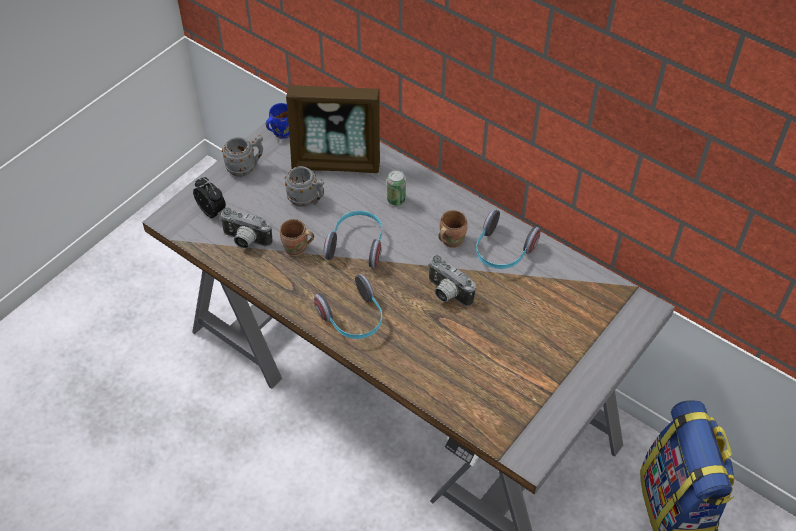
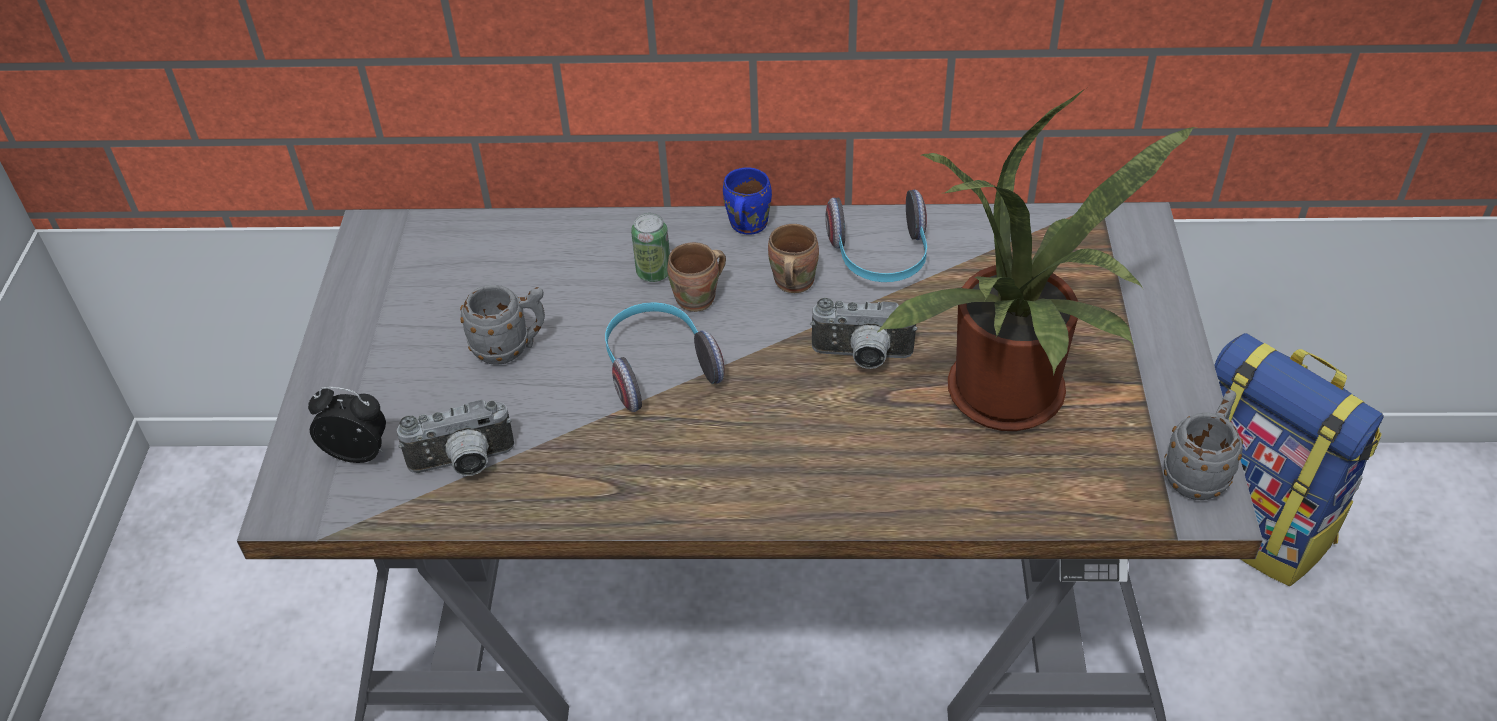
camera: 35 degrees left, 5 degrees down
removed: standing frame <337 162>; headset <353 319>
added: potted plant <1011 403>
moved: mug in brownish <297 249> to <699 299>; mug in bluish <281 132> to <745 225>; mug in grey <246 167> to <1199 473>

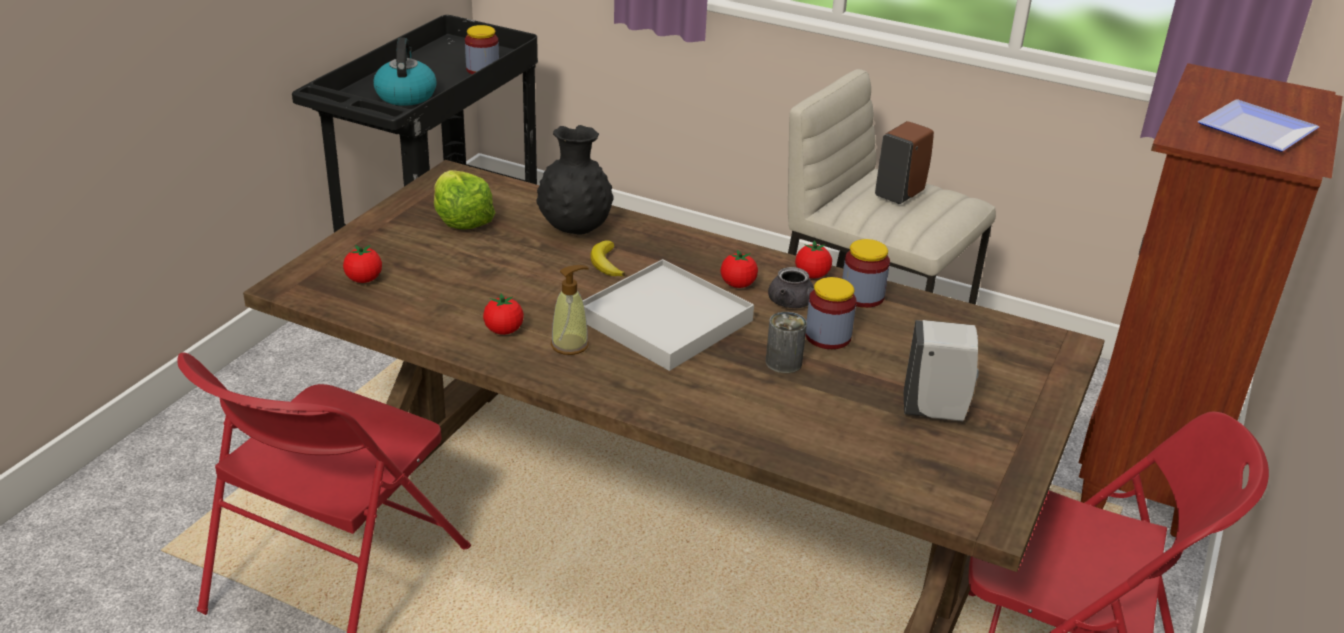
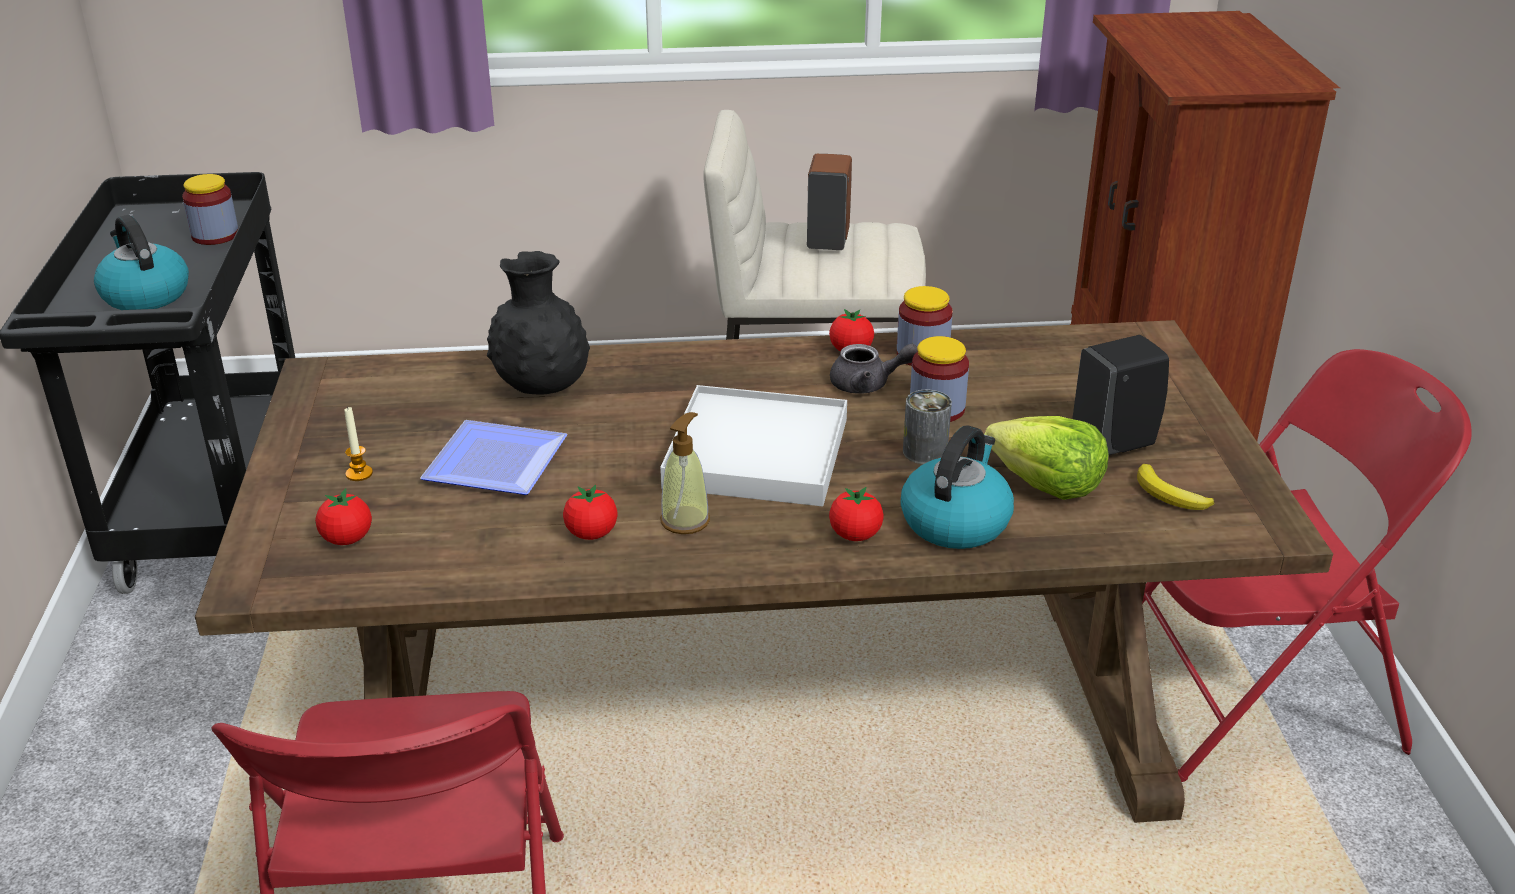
camera: 30 degrees left, 0 degrees up
added: wax candle <359 474>; water kettle <955 521>
moved: flat dish <1254 128> to <494 460>; tomato <738 284> to <855 535>; lettuce <461 219> to <1046 484>; whole banana <606 263> to <1169 495>
recoloured: soap dispenser in whitish <936 411> to soap dispenser in black <1115 444>

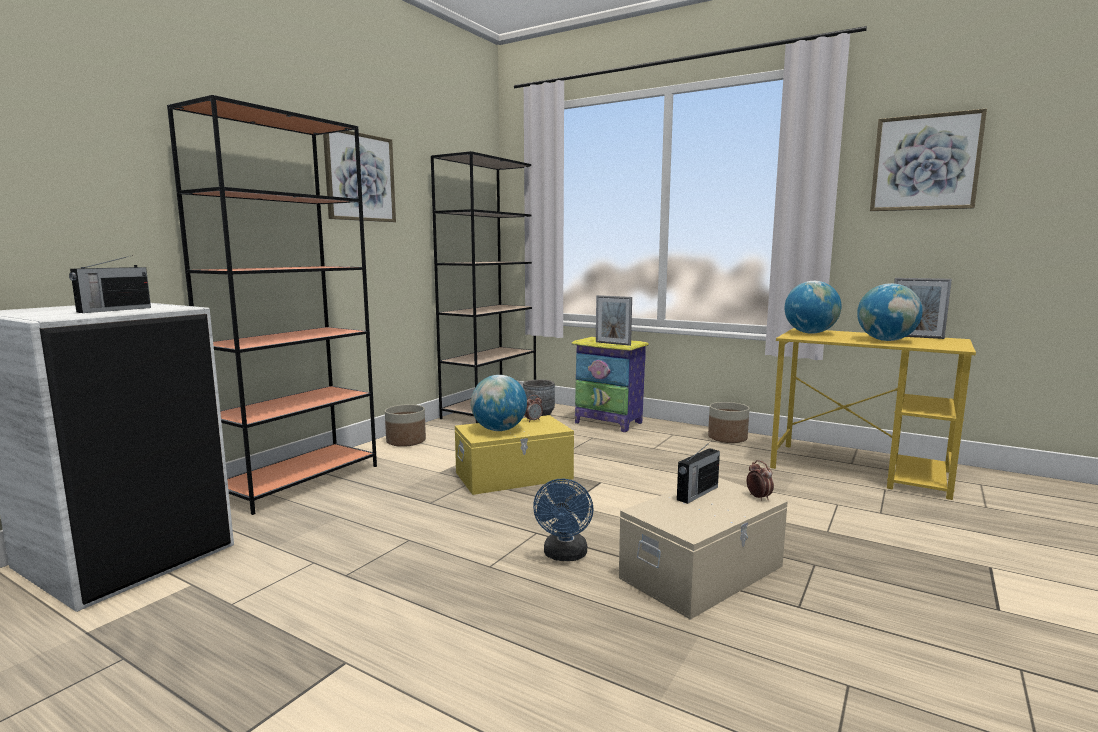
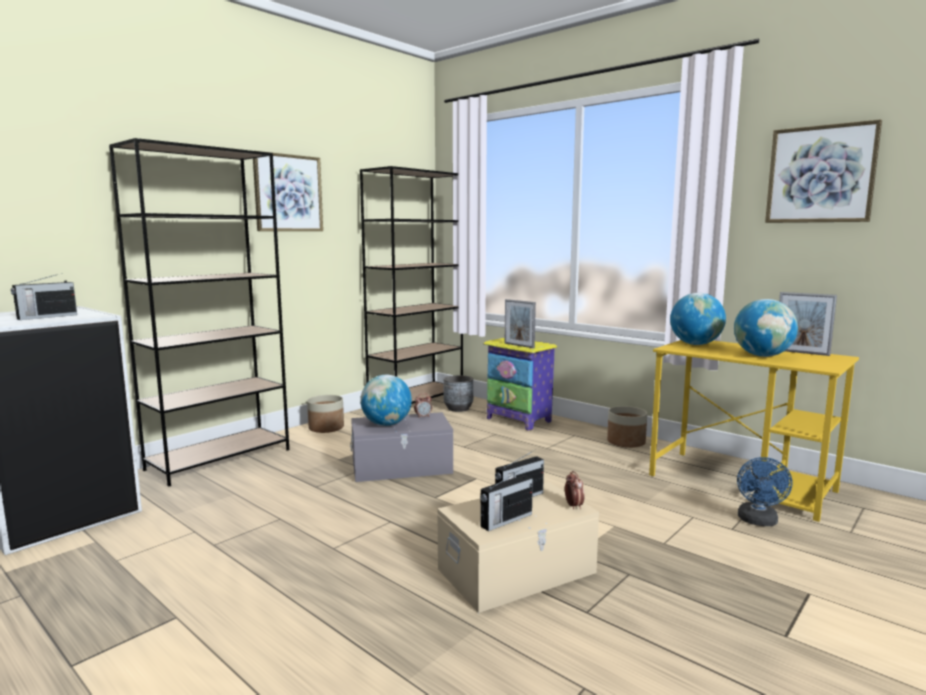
camera: 10 degrees right, 0 degrees up
added: radio receiver <505 520>
moved: fan in bluish <564 556> to <758 522>
recoloured: bookcase in orangey <299 481> to bookcase in beige-coloured <219 459>; storage bin in yellow-coloured <514 476> to storage bin in grey <402 467>

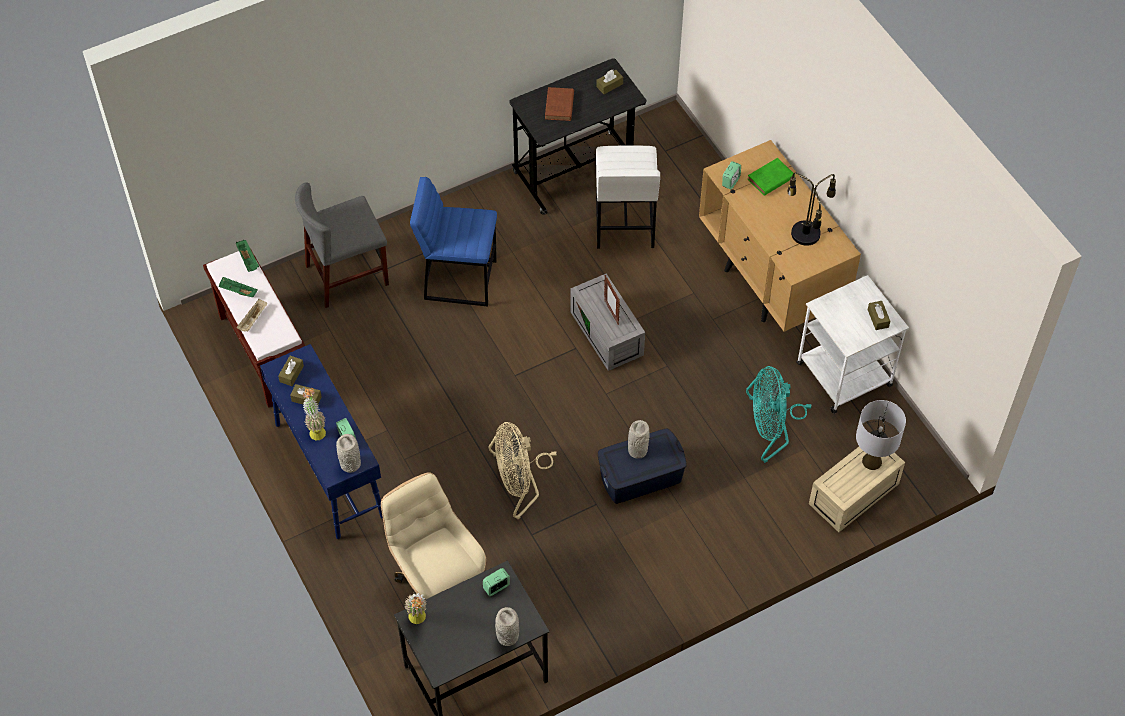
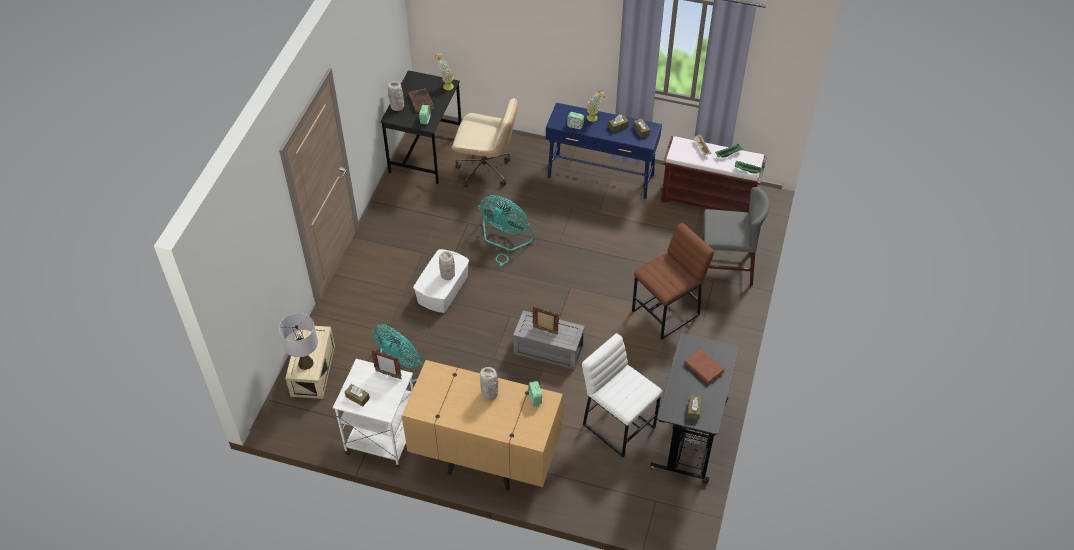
camera: 135 degrees right, 5 degrees down
removed: bound book in green-coloured <769 179>; lamp for a table <806 233>
added: standing frame <388 375>; bound book in brownish <420 101>
moved: decorative vase in grey <350 464> to <490 393>
recoloured: storage bin in bluish <641 477> to storage bin in whitish <442 289>; fan in beige-coloured <520 479> to fan in turquoise <503 241>; upright chair in bluish <458 279> to upright chair in brownish <667 312>
turned: upright chair in grey <347 275> = <726 266> 75 degrees clockwise

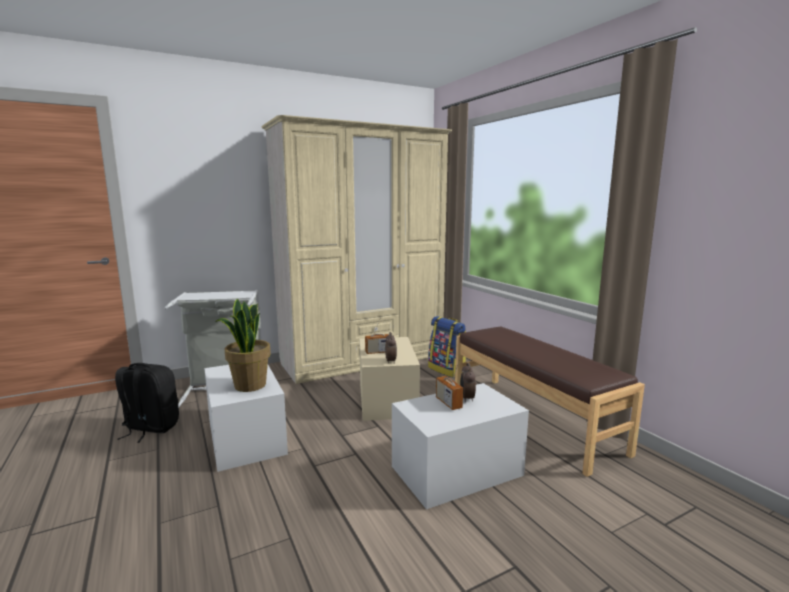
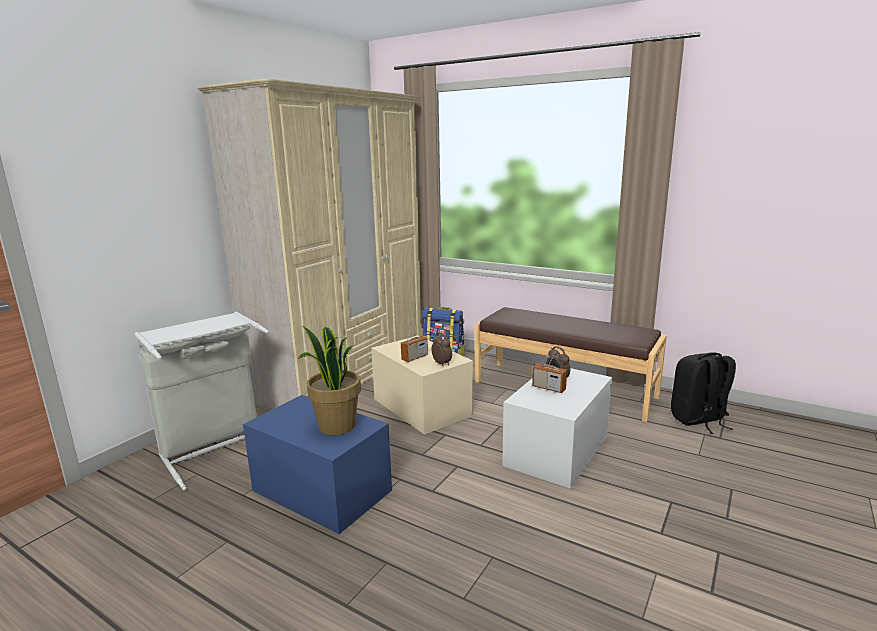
camera: 30 degrees left, 5 degrees up
moved: knapsack in black <150 428> to <699 420>
recoloured: storage bin in whitish <246 437> to storage bin in bluish <321 490>

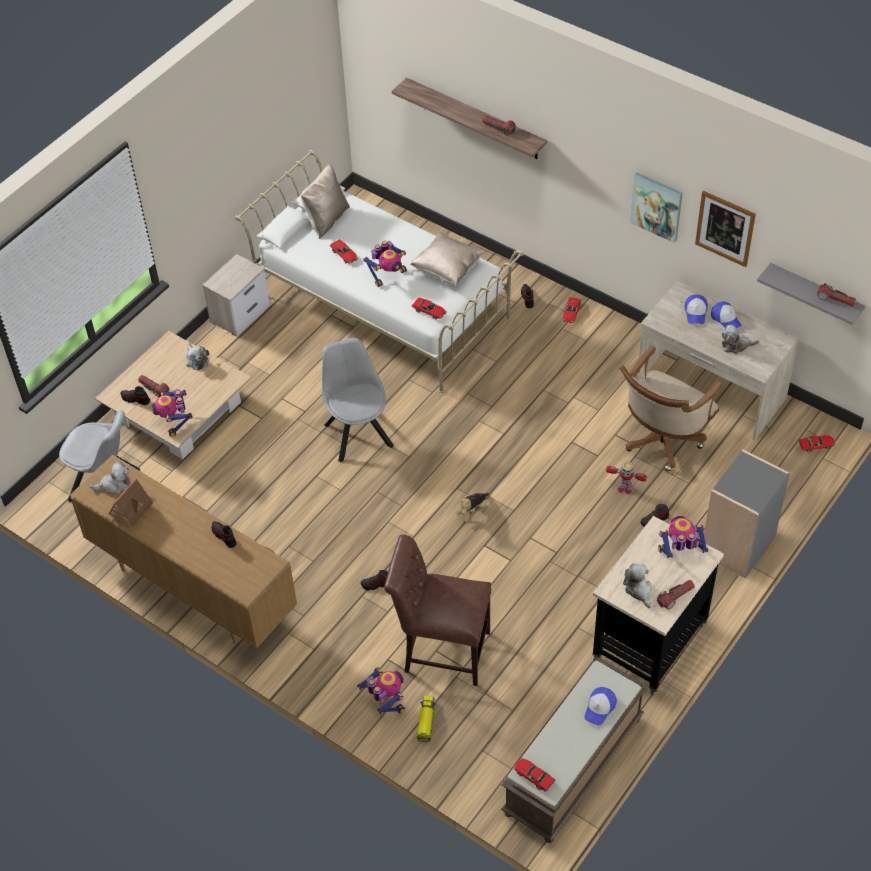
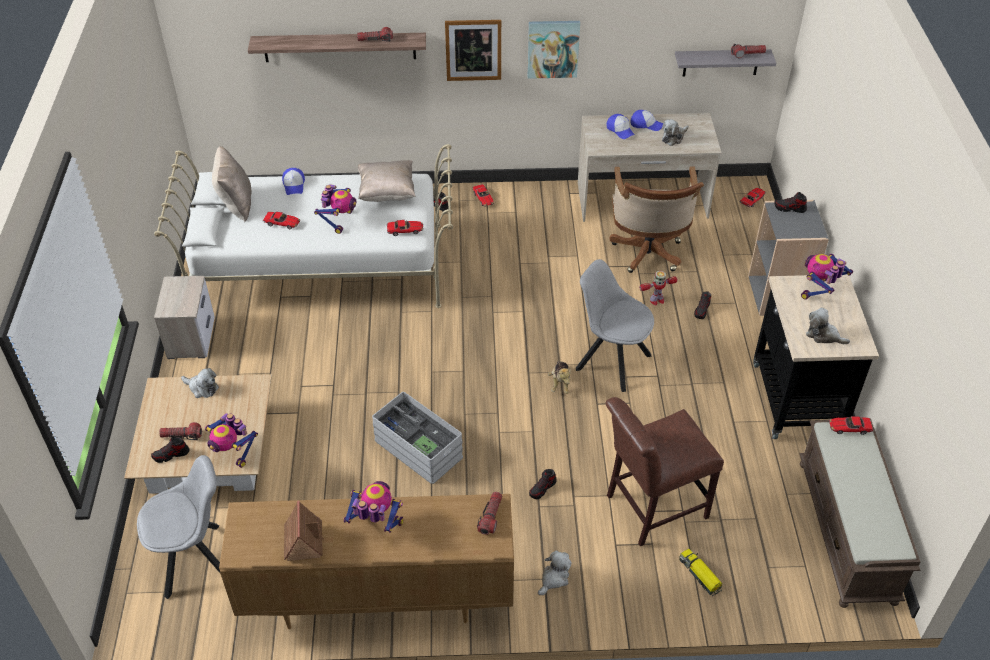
camera: 40 degrees left, 5 degrees down
added: storage bin in grey <417 448>
moved: cap <600 708> to <294 185>; model robot <385 701> to <376 524>; wall picture <725 228> to <473 50>; hand torch <675 597> to <491 517>; plush toy <114 484> to <554 578>; upright chair in grey <358 433> to <611 361>; low shoe <224 536> to <789 208>; model car <533 776> to <849 428>

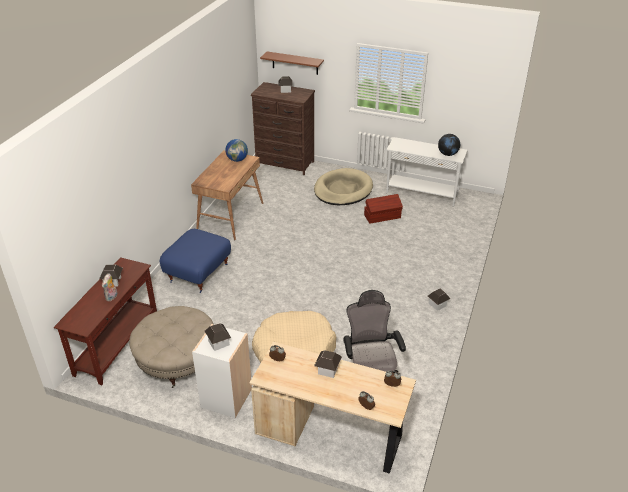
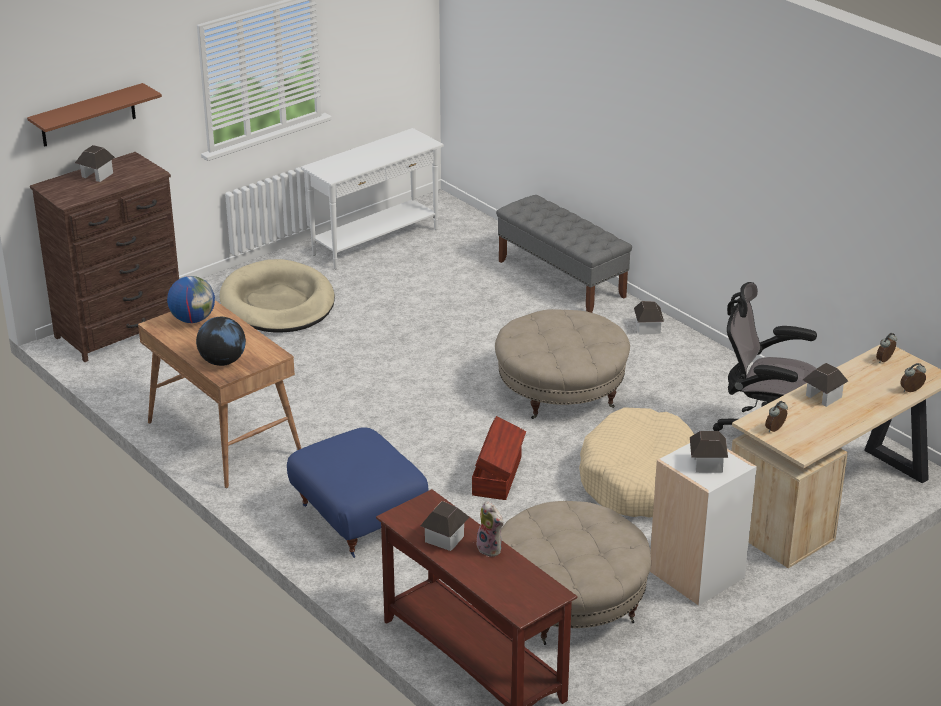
camera: 60 degrees left, 5 degrees down
added: footrest in beige-coloured <561 391>; indoor bench in grey <561 279>
moved: world globe <448 154> to <223 361>; storage bin in brownish <383 216> to <498 476>

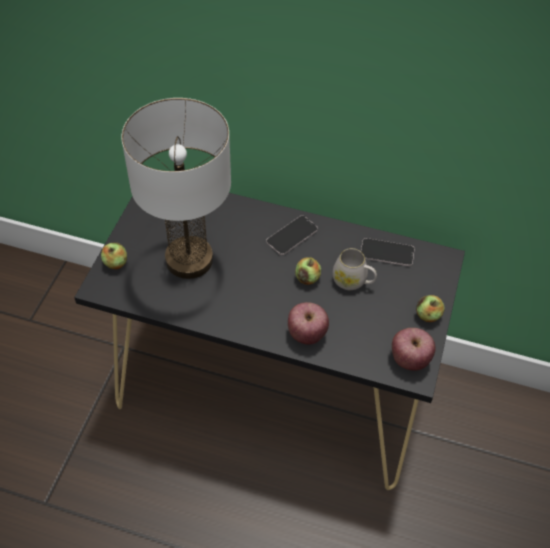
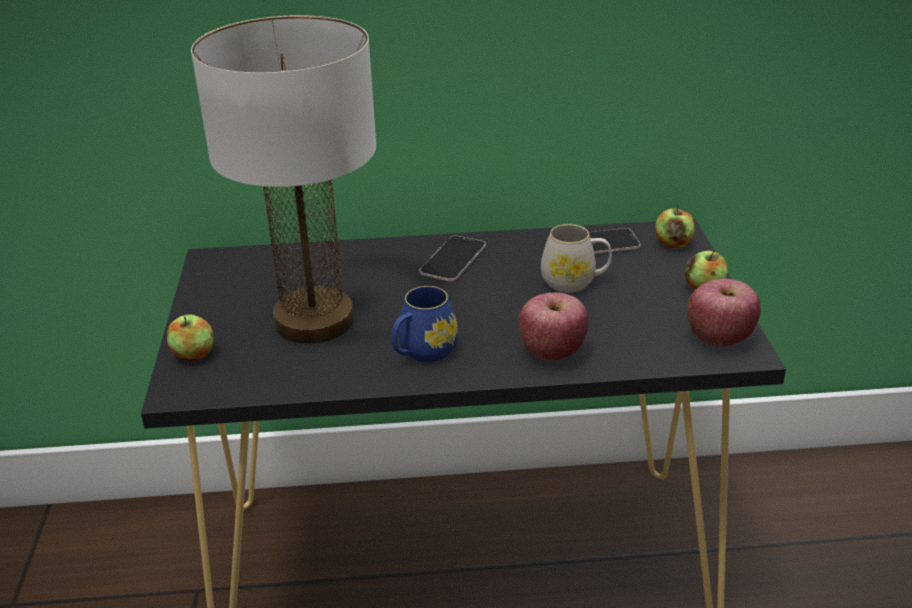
camera: 20 degrees left, 20 degrees down
added: mug in bluish <422 352>
moved: apple <307 278> to <673 244>

